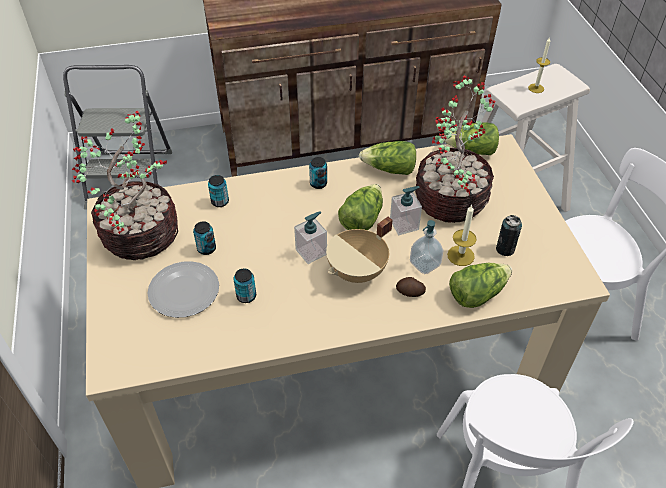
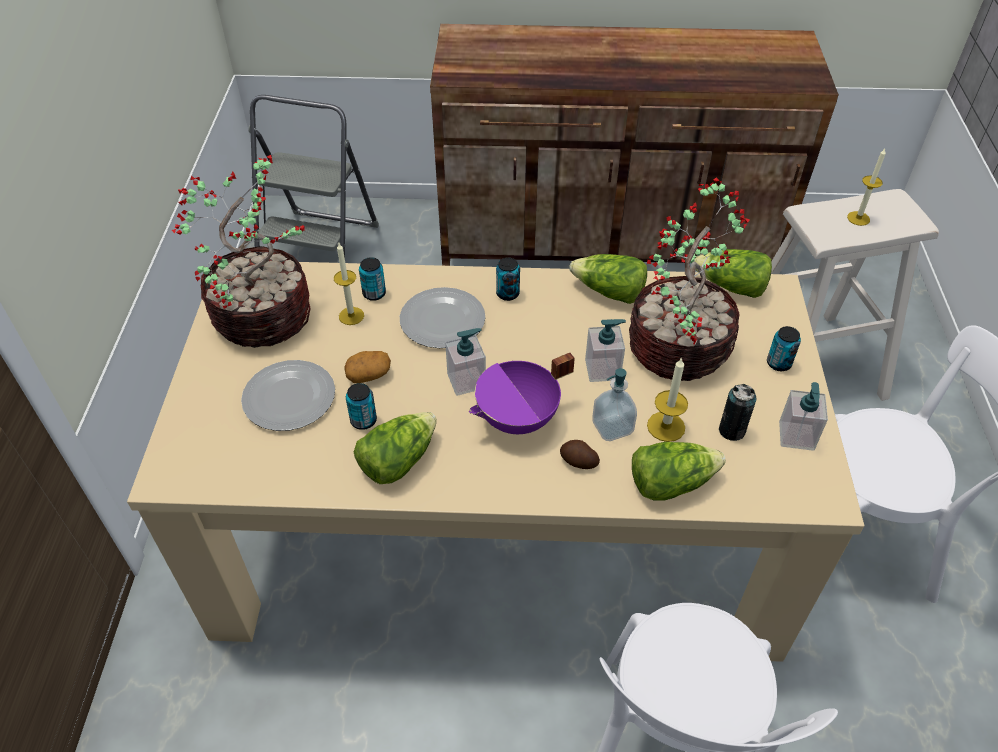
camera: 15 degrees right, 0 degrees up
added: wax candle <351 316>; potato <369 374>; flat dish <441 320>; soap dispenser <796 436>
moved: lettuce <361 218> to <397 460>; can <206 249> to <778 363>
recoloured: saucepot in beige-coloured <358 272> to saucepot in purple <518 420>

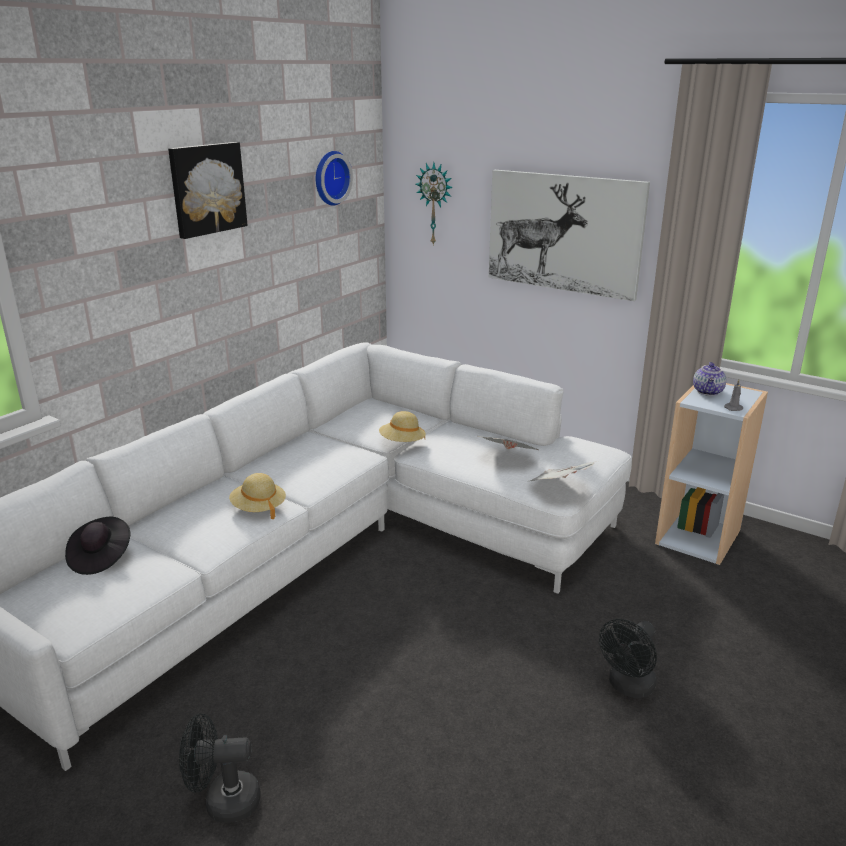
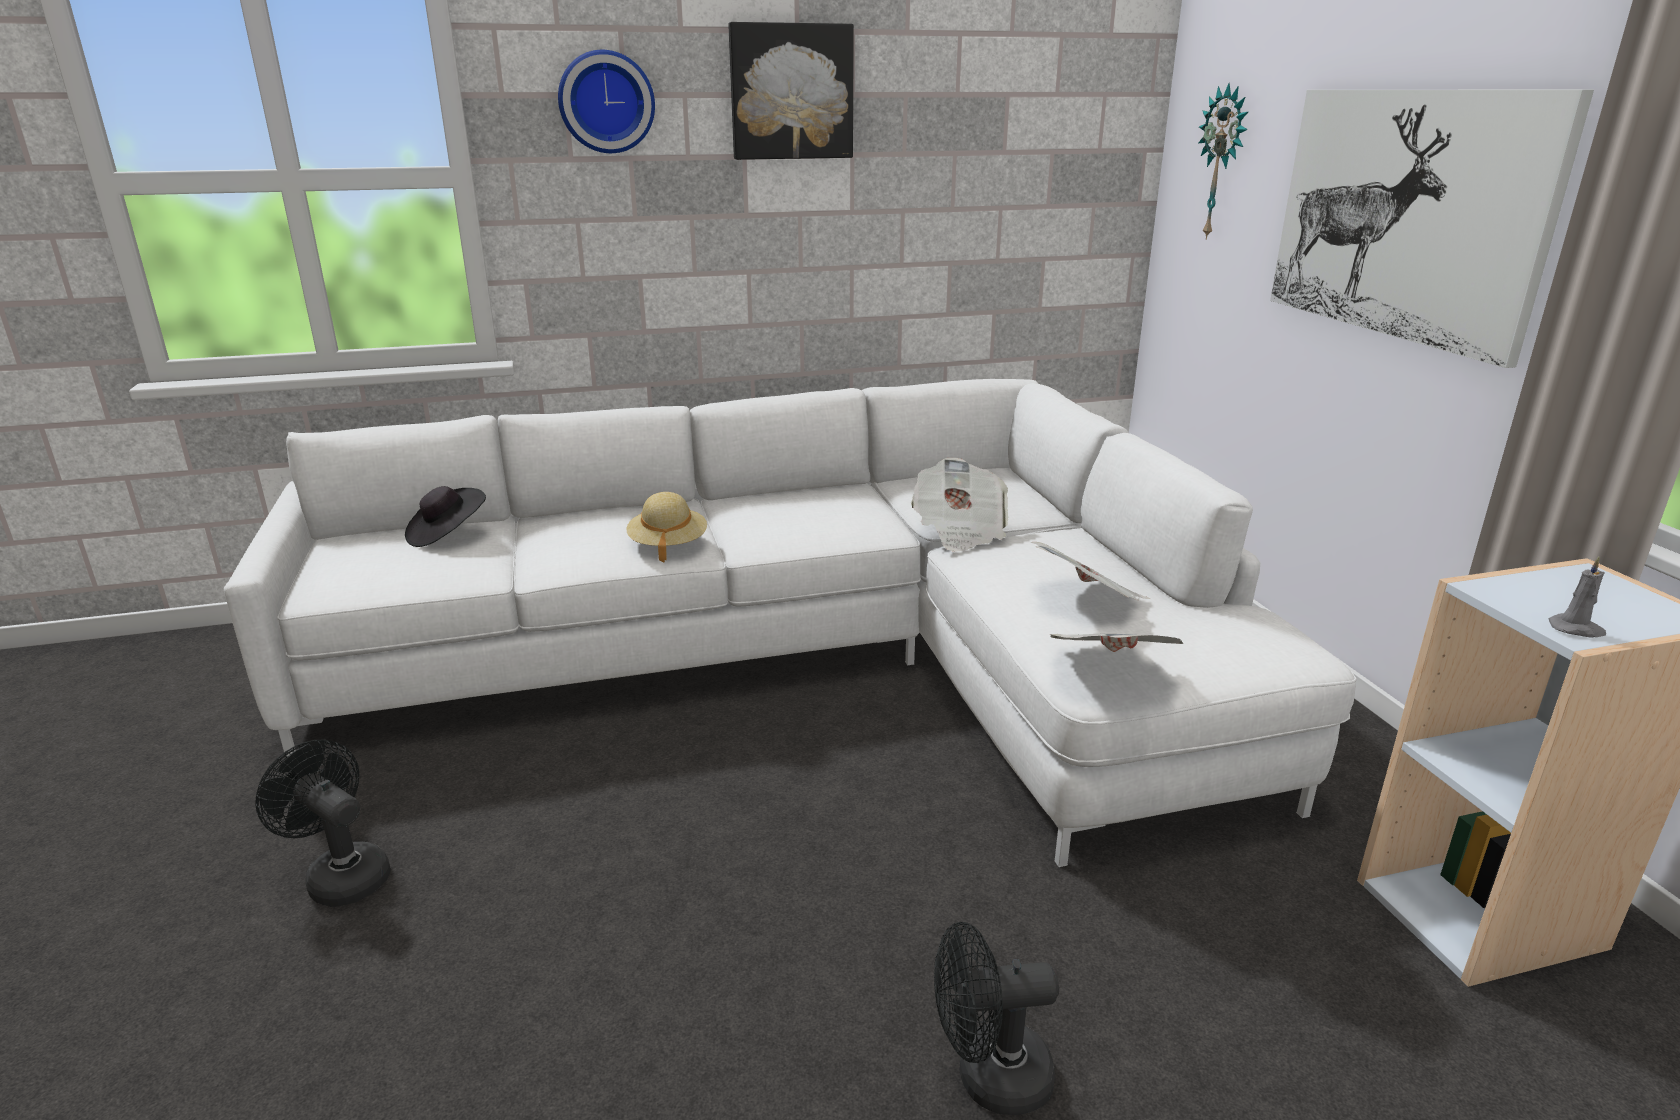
camera: 40 degrees right, 0 degrees up
removed: tea pot <708 392>
moved: wall clock <330 178> to <606 102>
replaced: clothing hat in beige-coloured <402 443> to daily paper <959 531>

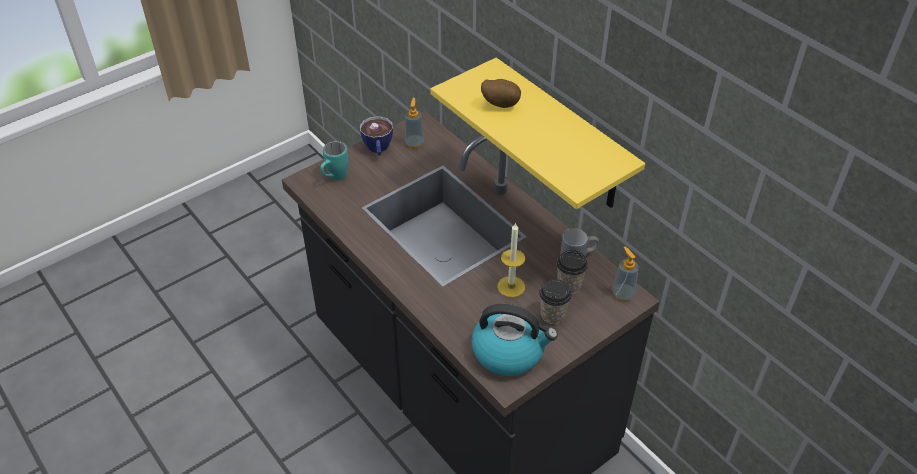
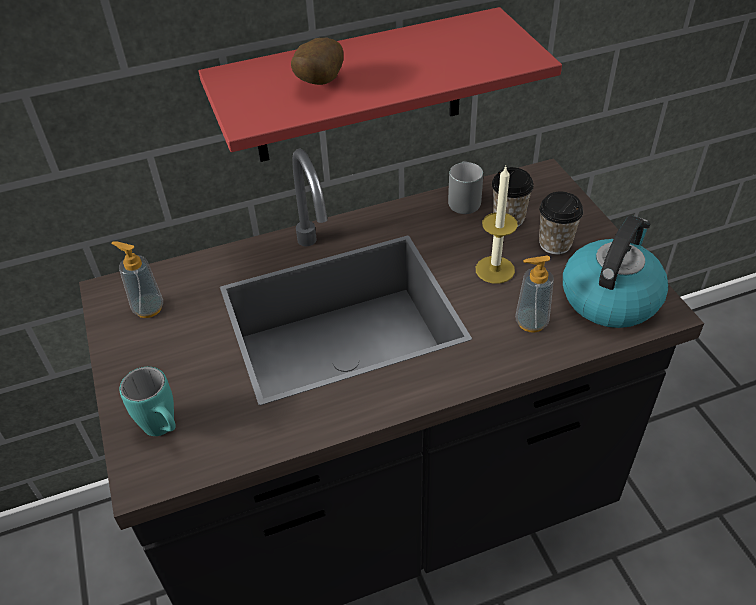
camera: 70 degrees left, 0 degrees up
removed: drinking cup <378 149>
moved: soap dispenser <623 294> to <531 322>
recoloured: wall shelf in yellow-coloured <562 137> to wall shelf in red-coloured <358 88>

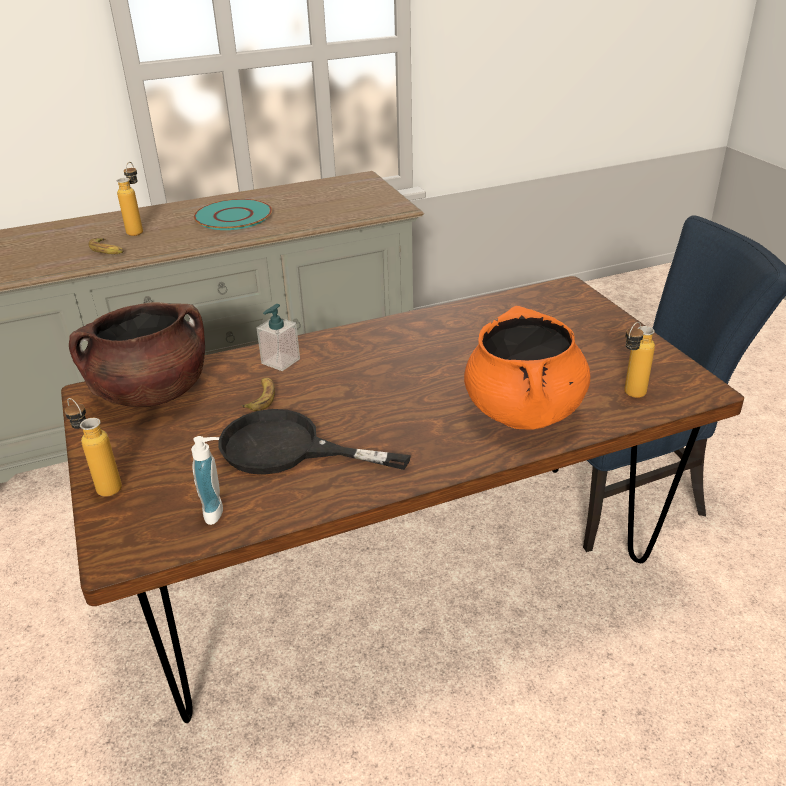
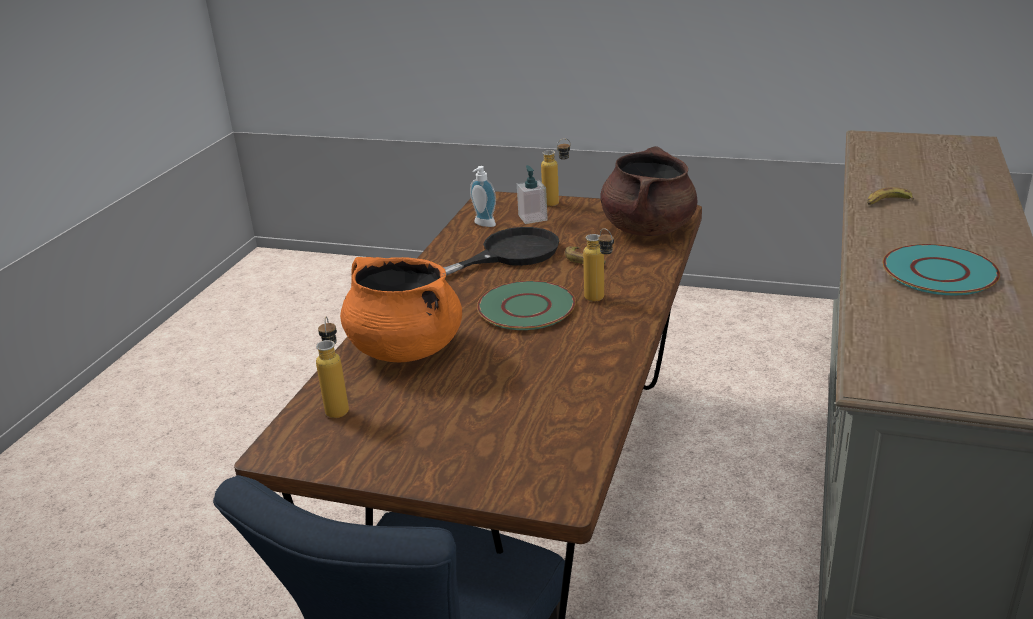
camera: 130 degrees right, 5 degrees down
added: flat dish in green-coloured <526 307>
moved: soap dispenser <280 361> to <532 218>; bottle <138 230> to <600 300>

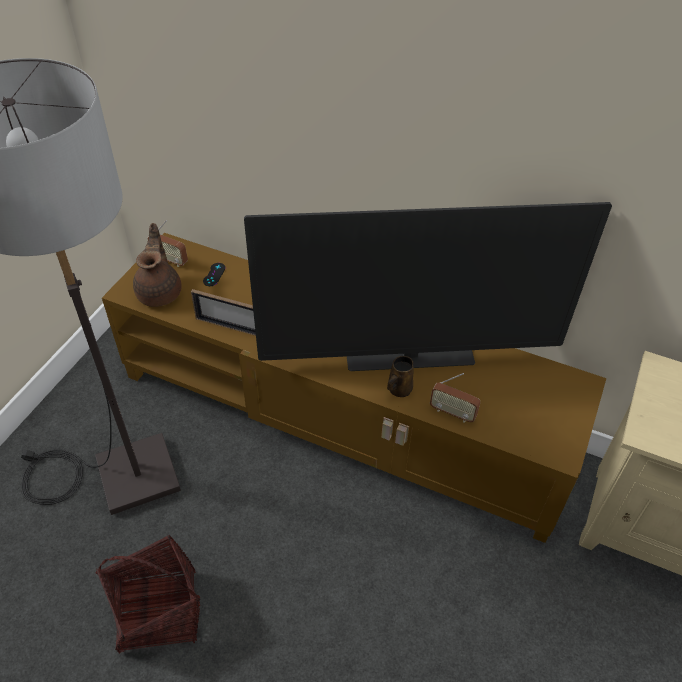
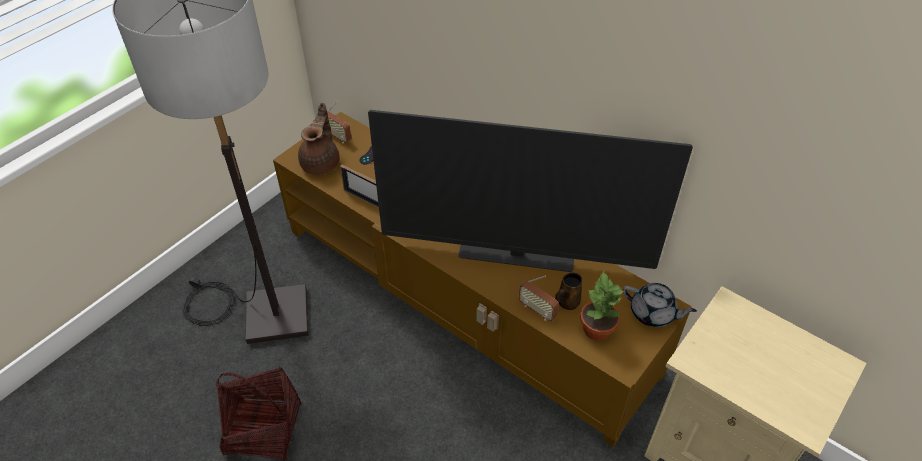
camera: 15 degrees right, 0 degrees up
added: potted plant <596 329>; tea pot in grey <653 313>
moved: mug in brownish <398 389> to <567 302>

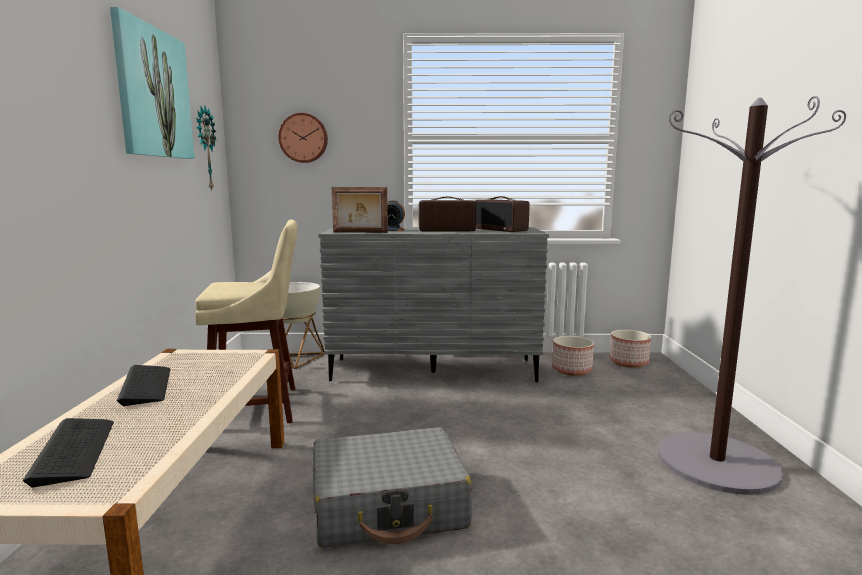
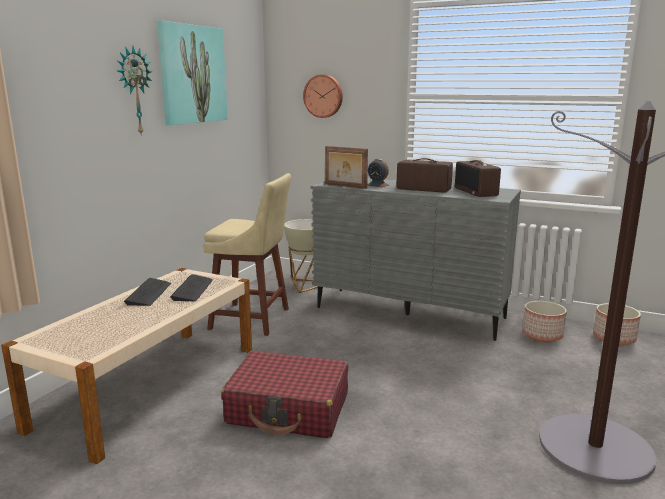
camera: 25 degrees right, 5 degrees up
moved: wall clock <204 148> to <134 91>; computer keyboard <74 451> to <192 289>
recoloured: suitcase in grey <389 505> to suitcase in red-coloured <289 409>

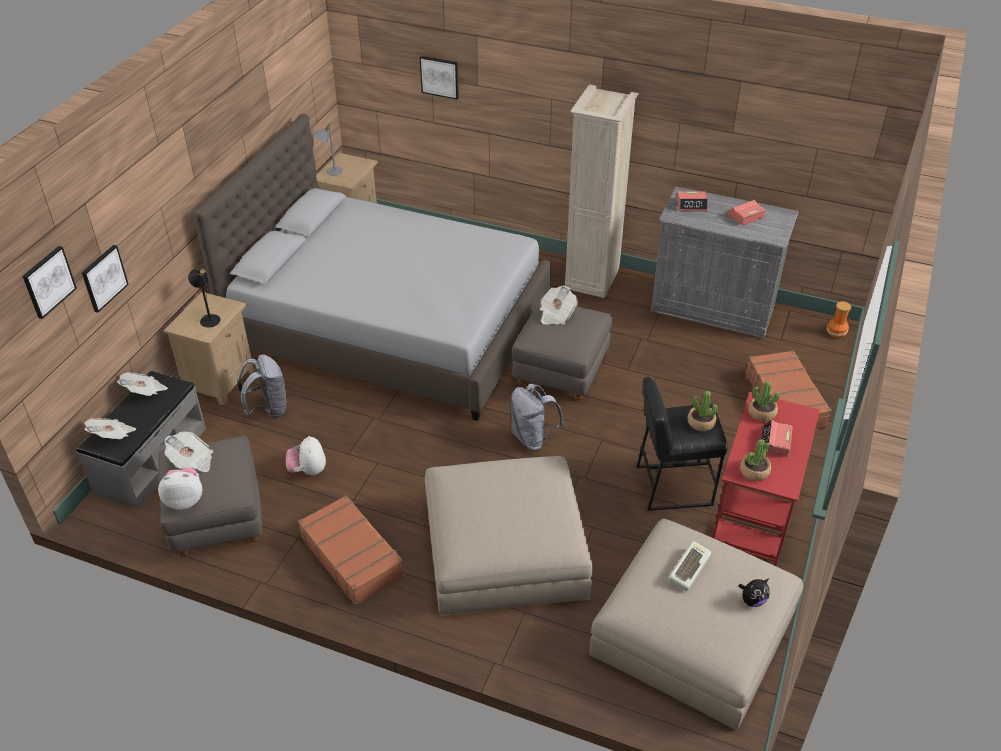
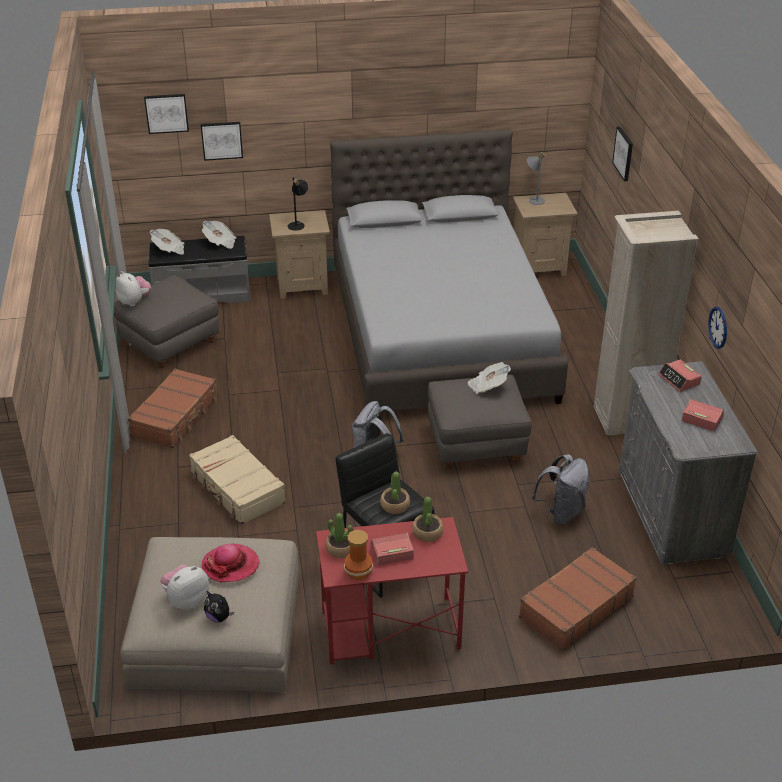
camera: 60 degrees right, 5 degrees down
removed: daily paper <192 461>
added: wall clock <718 327>
moved: plush toy <308 470> to <186 600>; decorative vase <836 333> to <358 572>; knapsack in grey <268 409> to <561 512>
replaced: footrest in beige-coloured <505 548> to suitcase in beige-coloured <237 488>; computer keyboard <688 568> to clothing hat <230 565>

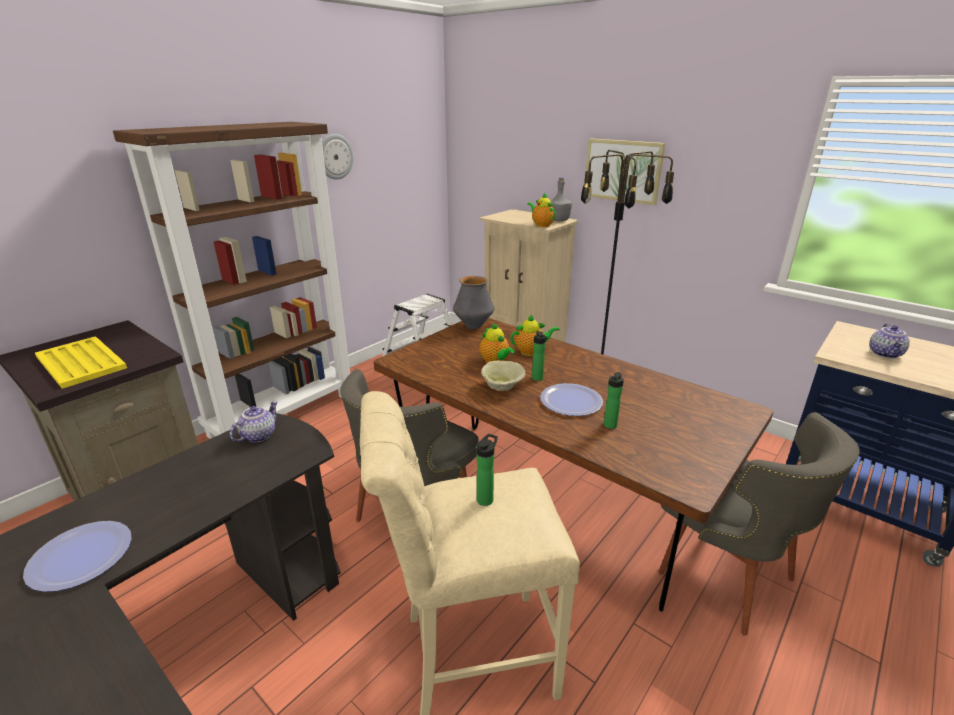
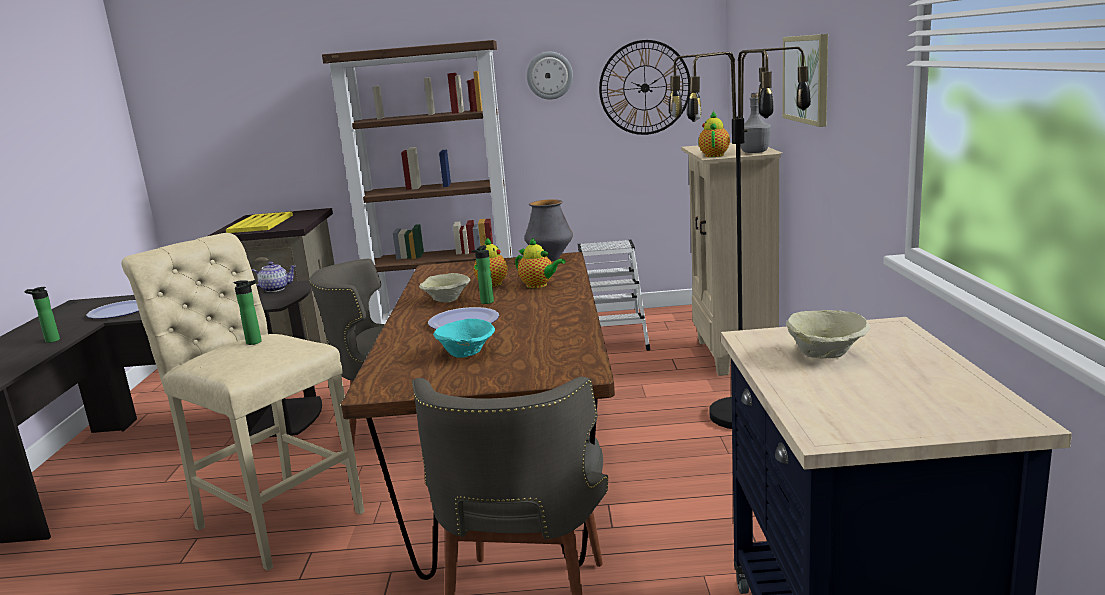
camera: 50 degrees right, 10 degrees down
added: deep dish in turquoise <468 353>; wall clock <645 88>
moved: bottle <609 426> to <50 341>
replaced: tea pot <885 354> to deep dish in beige-coloured <827 355>

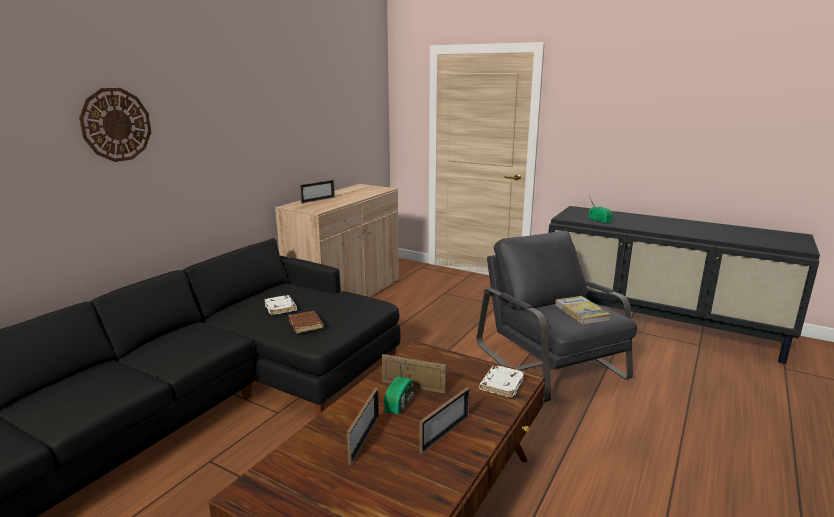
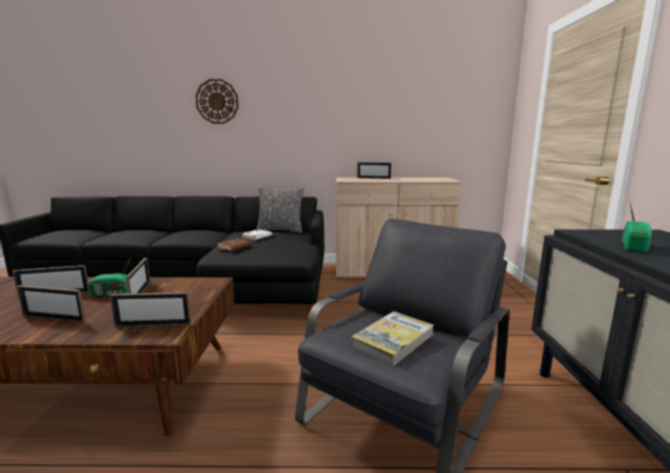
camera: 60 degrees right, 5 degrees down
added: cushion <280 230>
replaced: bound book in whitish <501 384> to standing frame <153 325>

